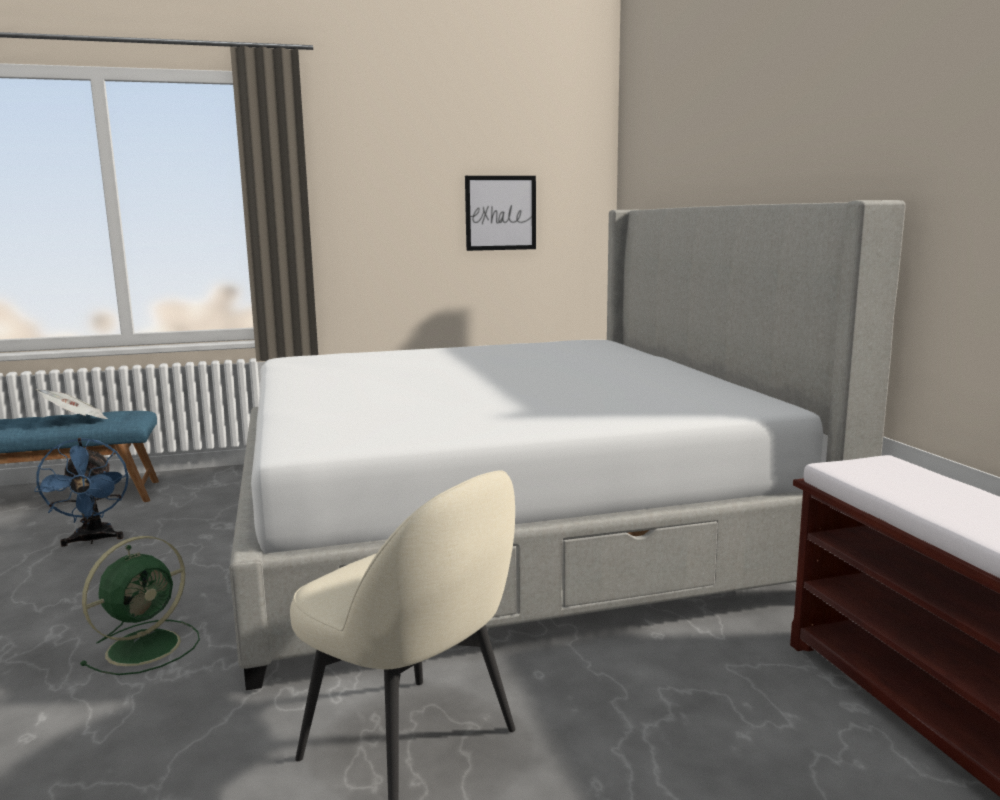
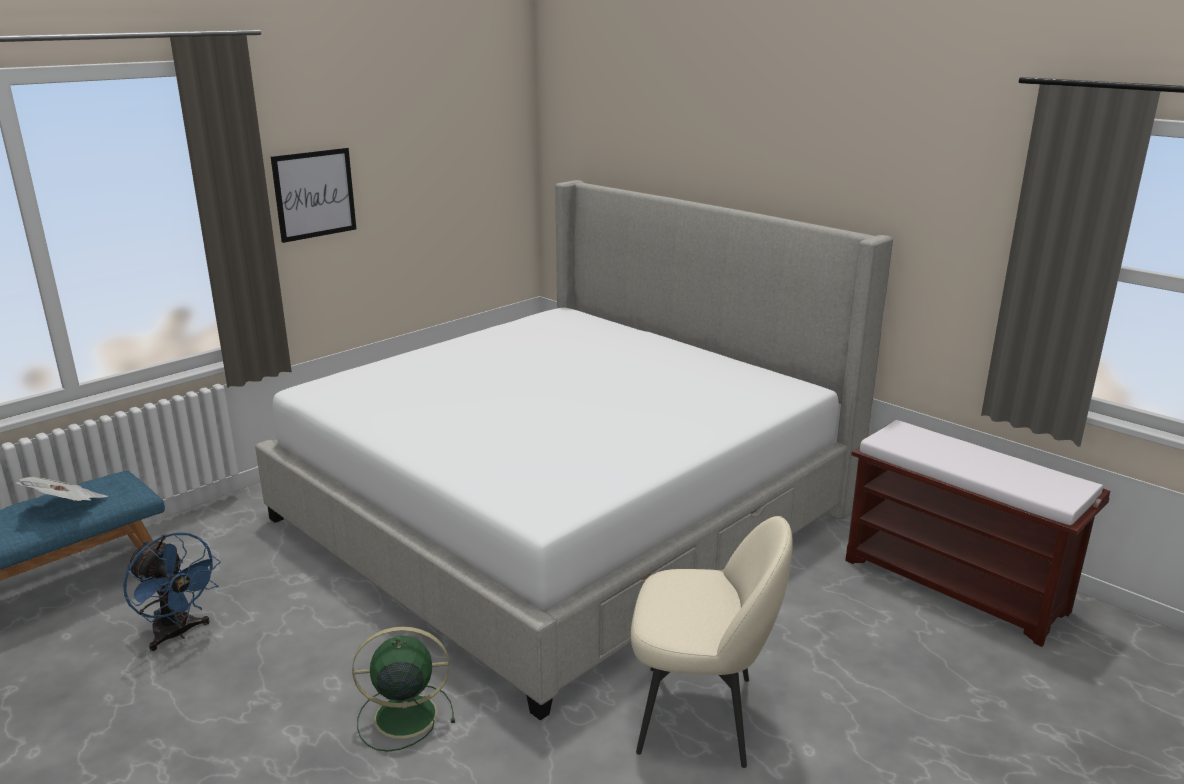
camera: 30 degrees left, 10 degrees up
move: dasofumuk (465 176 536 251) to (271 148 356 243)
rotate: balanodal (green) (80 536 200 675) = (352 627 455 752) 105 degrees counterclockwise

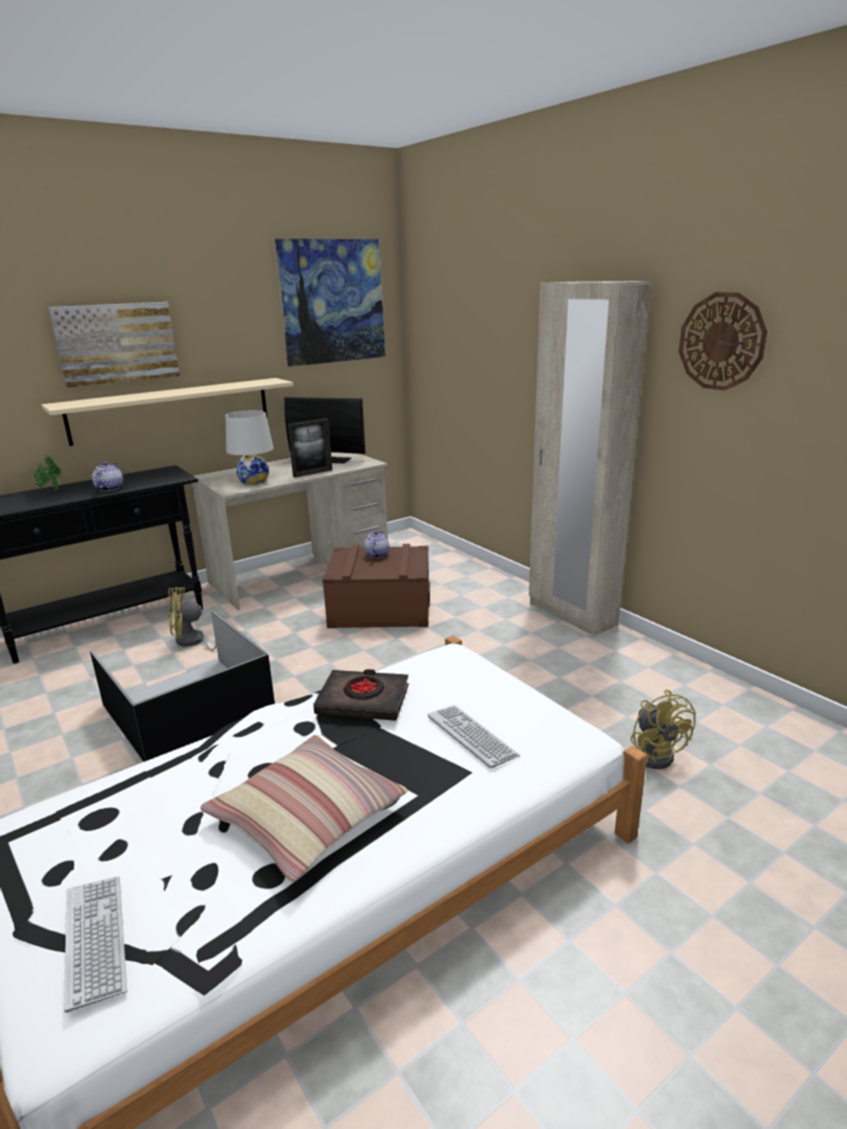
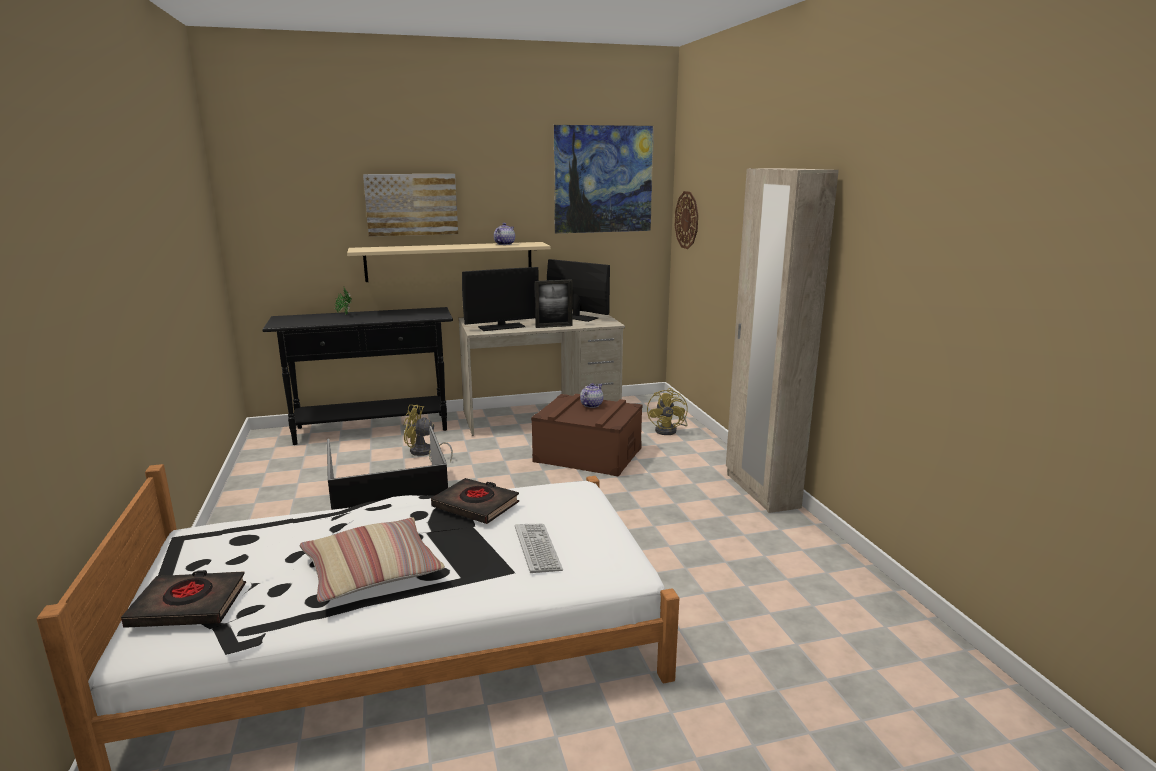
camera: 20 degrees right, 5 degrees down
move: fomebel (92 462 123 491) to (494 223 515 245); balanodal (yellow) (630 690 696 769) to (647 388 688 435); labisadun (679 292 767 391) to (675 191 698 249)
replace: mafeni (64 877 127 1013) to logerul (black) (121 570 246 628); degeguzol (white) (225 410 274 485) to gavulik (462 267 539 331)

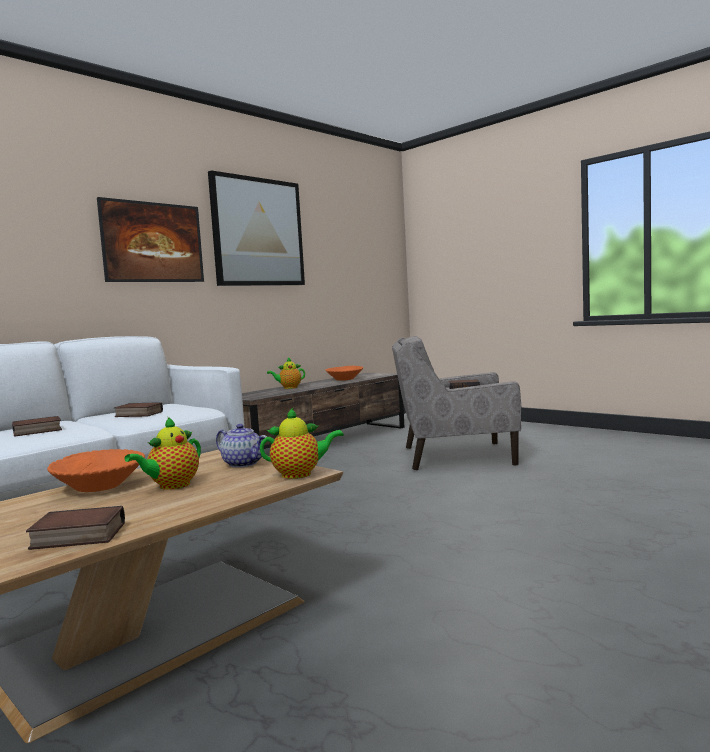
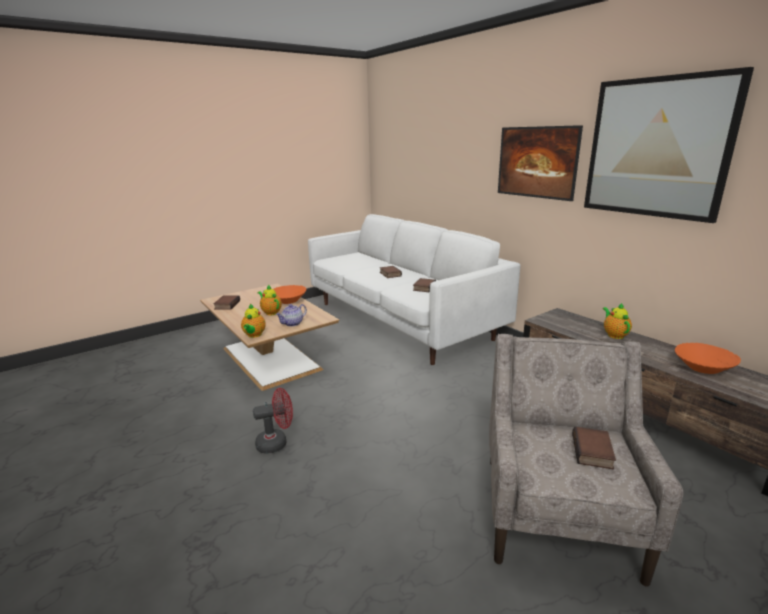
camera: 100 degrees right, 15 degrees up
insert: balanodal (red) (253 388 293 454)

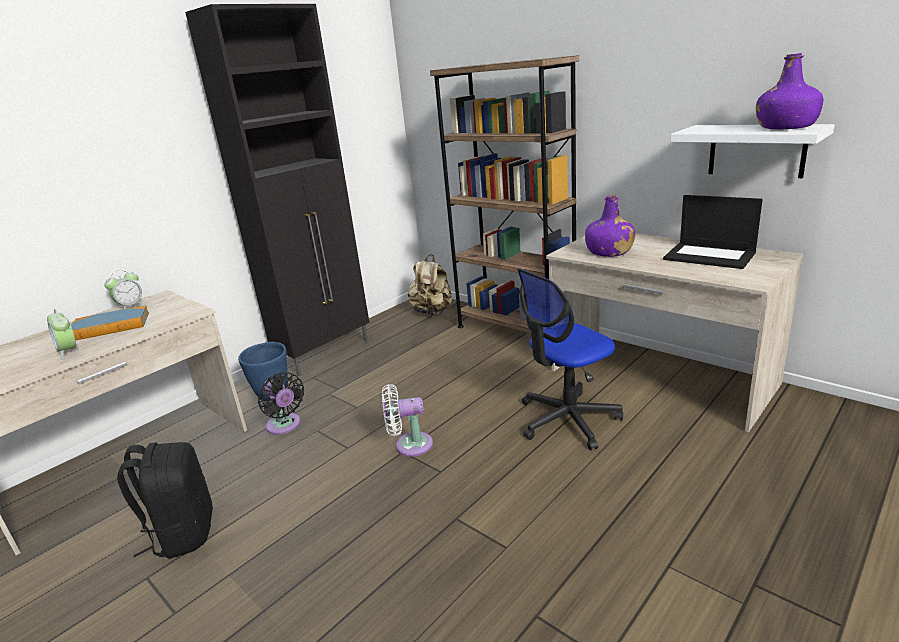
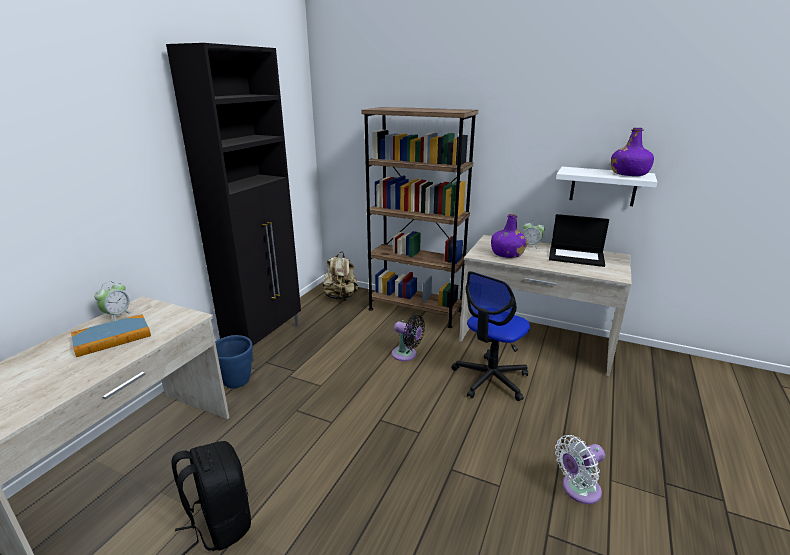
camera: 20 degrees left, 0 degrees up
move: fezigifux (47 309 76 359) to (523 220 545 249); balanodal (black) (258 372 304 435) to (392 315 425 361); balanodal (white) (382 384 433 457) to (555 435 605 504)

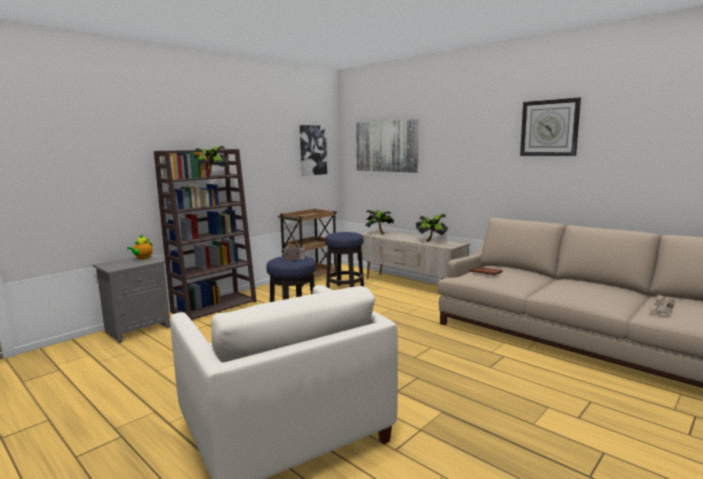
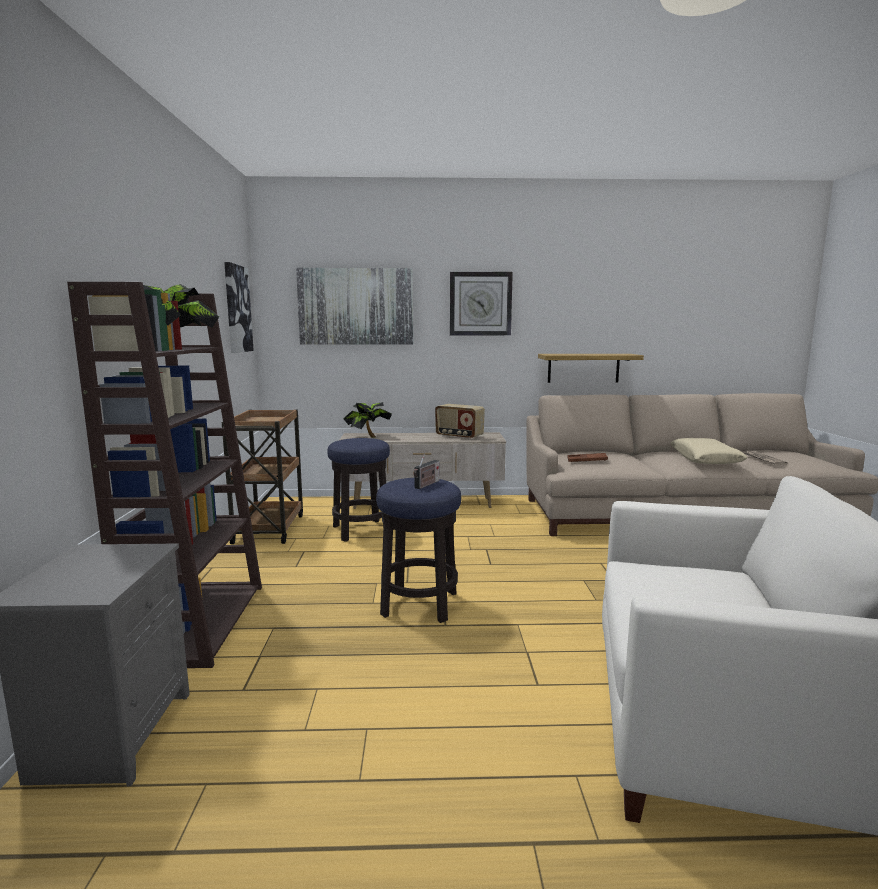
camera: 45 degrees left, 0 degrees up
delete: fomebel (127 234 153 260)
insert: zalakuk (538 354 644 383); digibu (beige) (670 438 748 464)
move: labisadun (520 98 581 156) to (450 272 513 336)
replace: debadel (416 213 448 242) to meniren (435 404 485 440)

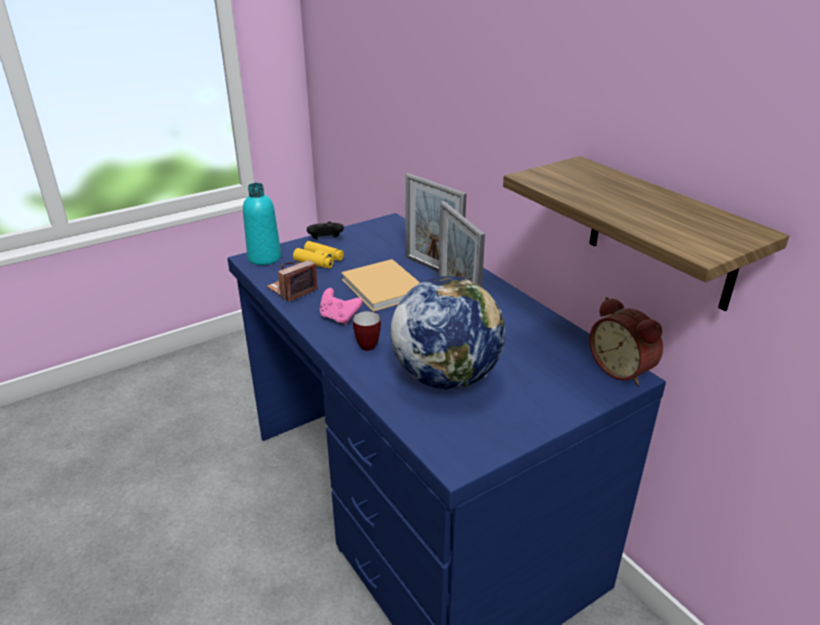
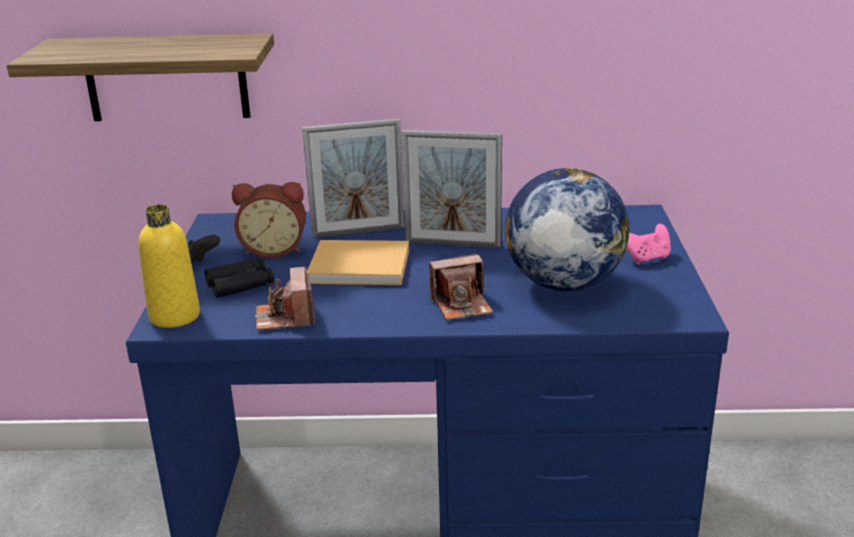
camera: 55 degrees left, 5 degrees down
move: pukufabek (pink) (320 288 362 325) to (626 224 671 265); zalakuk (503 156 789 311) to (7 33 274 121); fezigifux (589 297 663 386) to (232 182 306 258)
replace: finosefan (353 311 381 351) to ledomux (429 253 493 320)
recolor: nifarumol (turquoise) (243 183 281 265) to nifarumol (yellow) (138 204 200 328); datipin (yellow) (293 241 344 268) to datipin (black) (204 258 274 298)

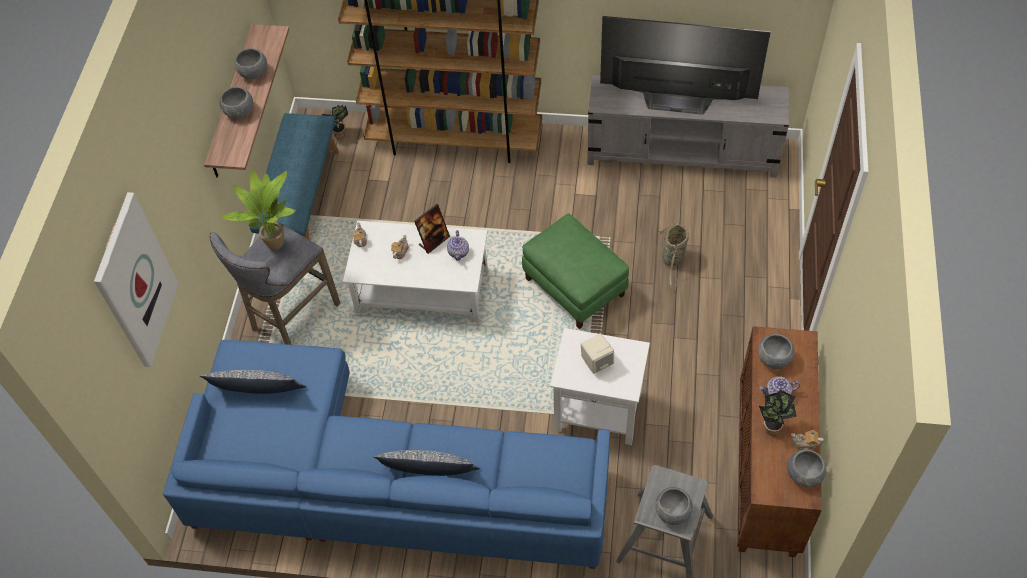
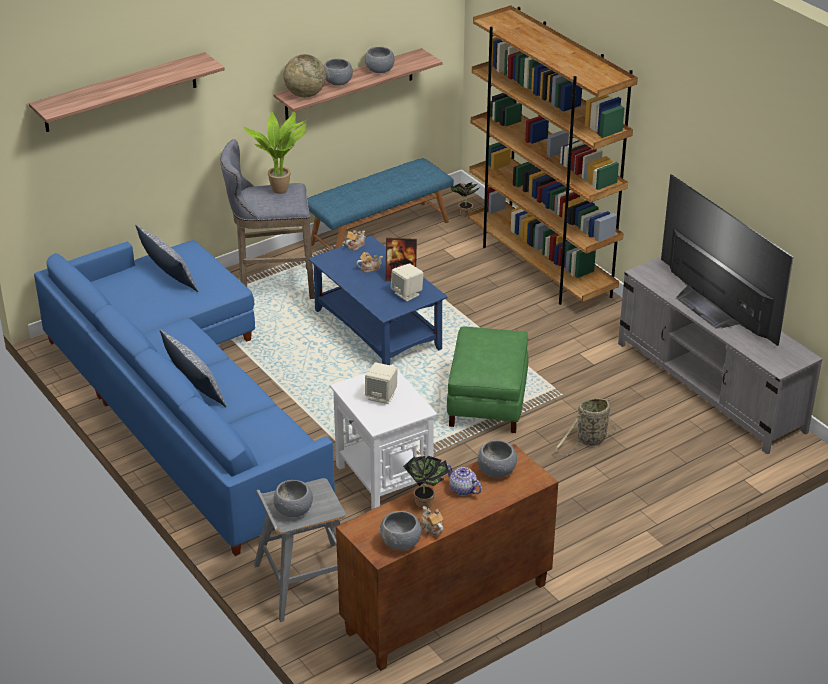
camera: 45 degrees right, 20 degrees down
insert: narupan (284 54 326 97)
replace: dasofumuk (94 192 179 367) to zalakuk (28 52 225 132); fomebel (447 230 469 261) to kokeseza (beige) (391 263 424 301)
recolor: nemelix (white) (343 221 488 323) to nemelix (blue) (308 236 448 365)

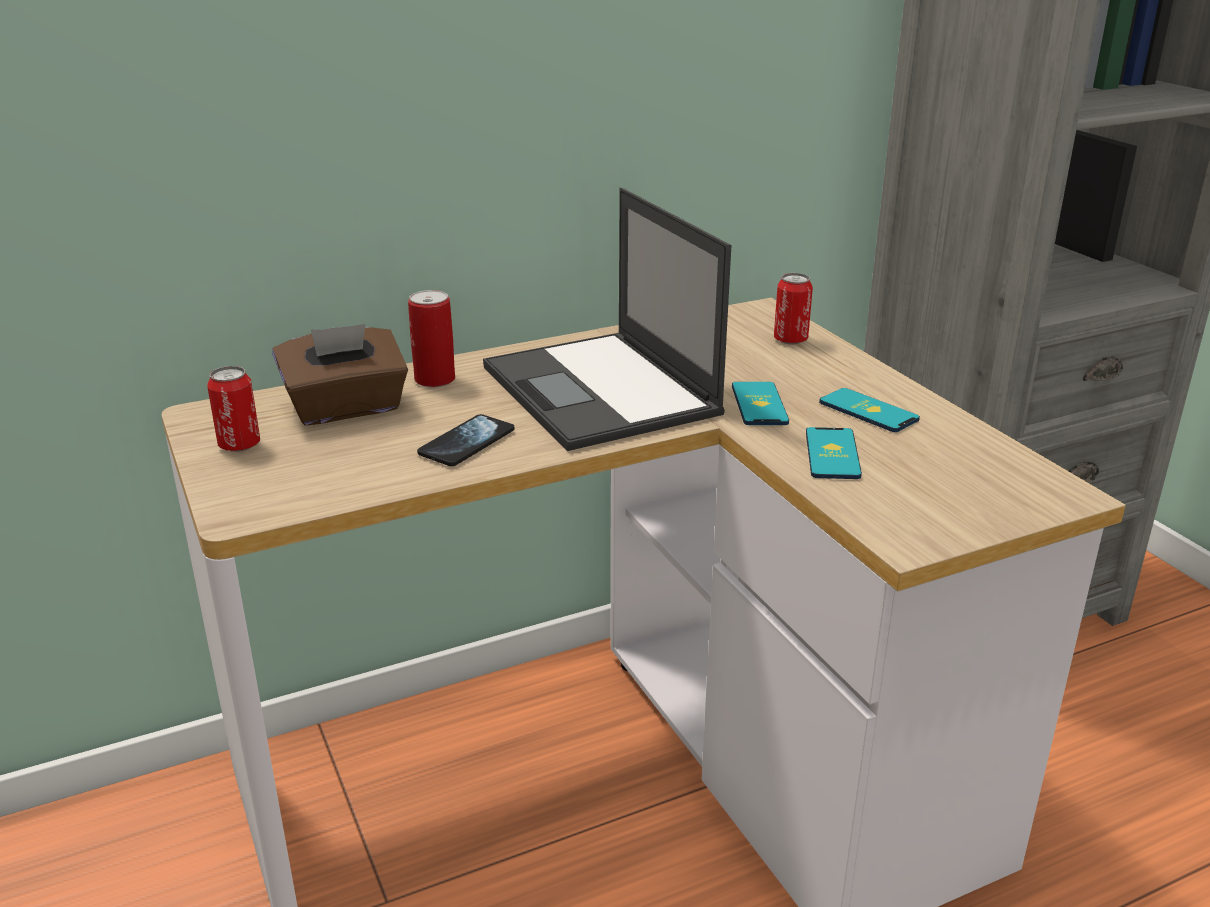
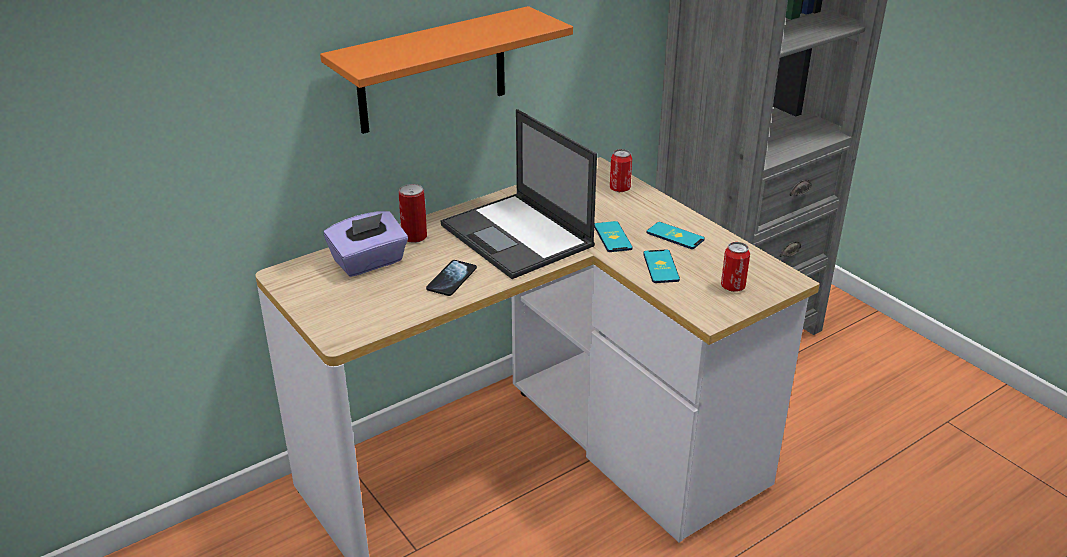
camera: 10 degrees left, 5 degrees up
insert: zalakuk (orange) (320 6 573 134)
move: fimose (207 366 260 452) to (721 242 750 292)
recolor: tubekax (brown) (272 324 408 426) to tubekax (purple) (324 211 408 277)

